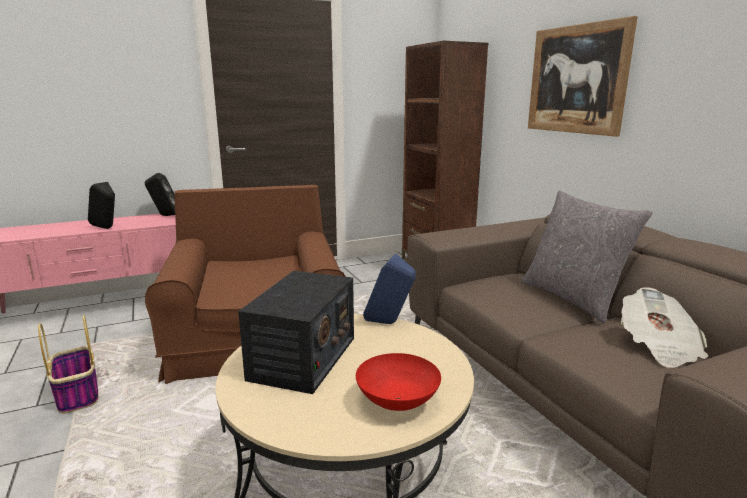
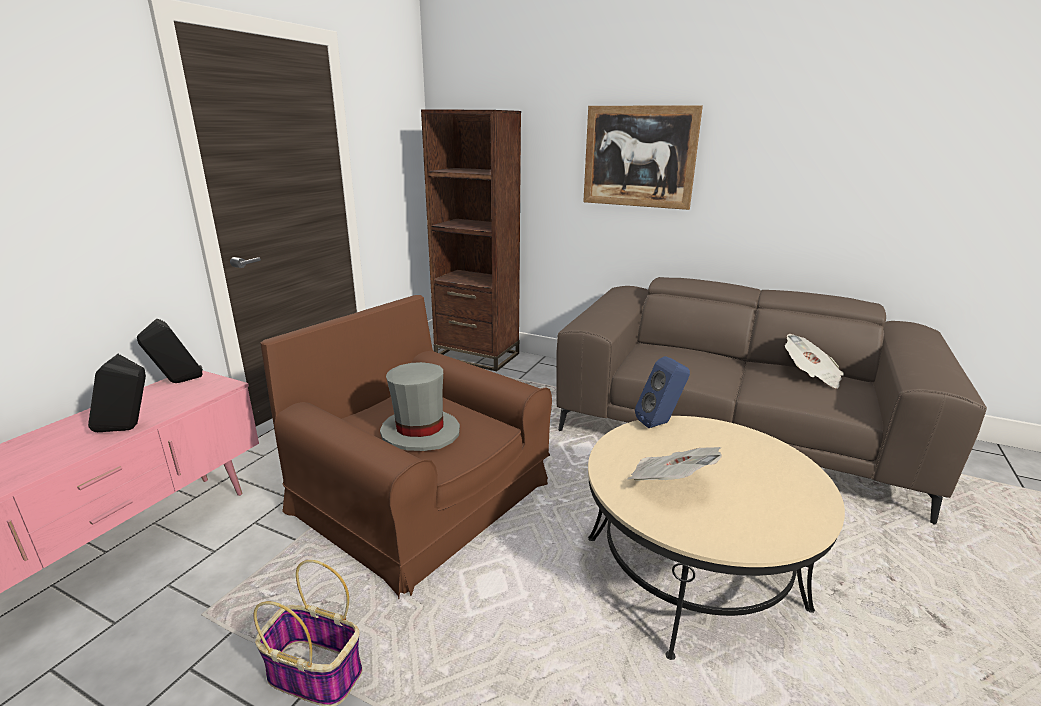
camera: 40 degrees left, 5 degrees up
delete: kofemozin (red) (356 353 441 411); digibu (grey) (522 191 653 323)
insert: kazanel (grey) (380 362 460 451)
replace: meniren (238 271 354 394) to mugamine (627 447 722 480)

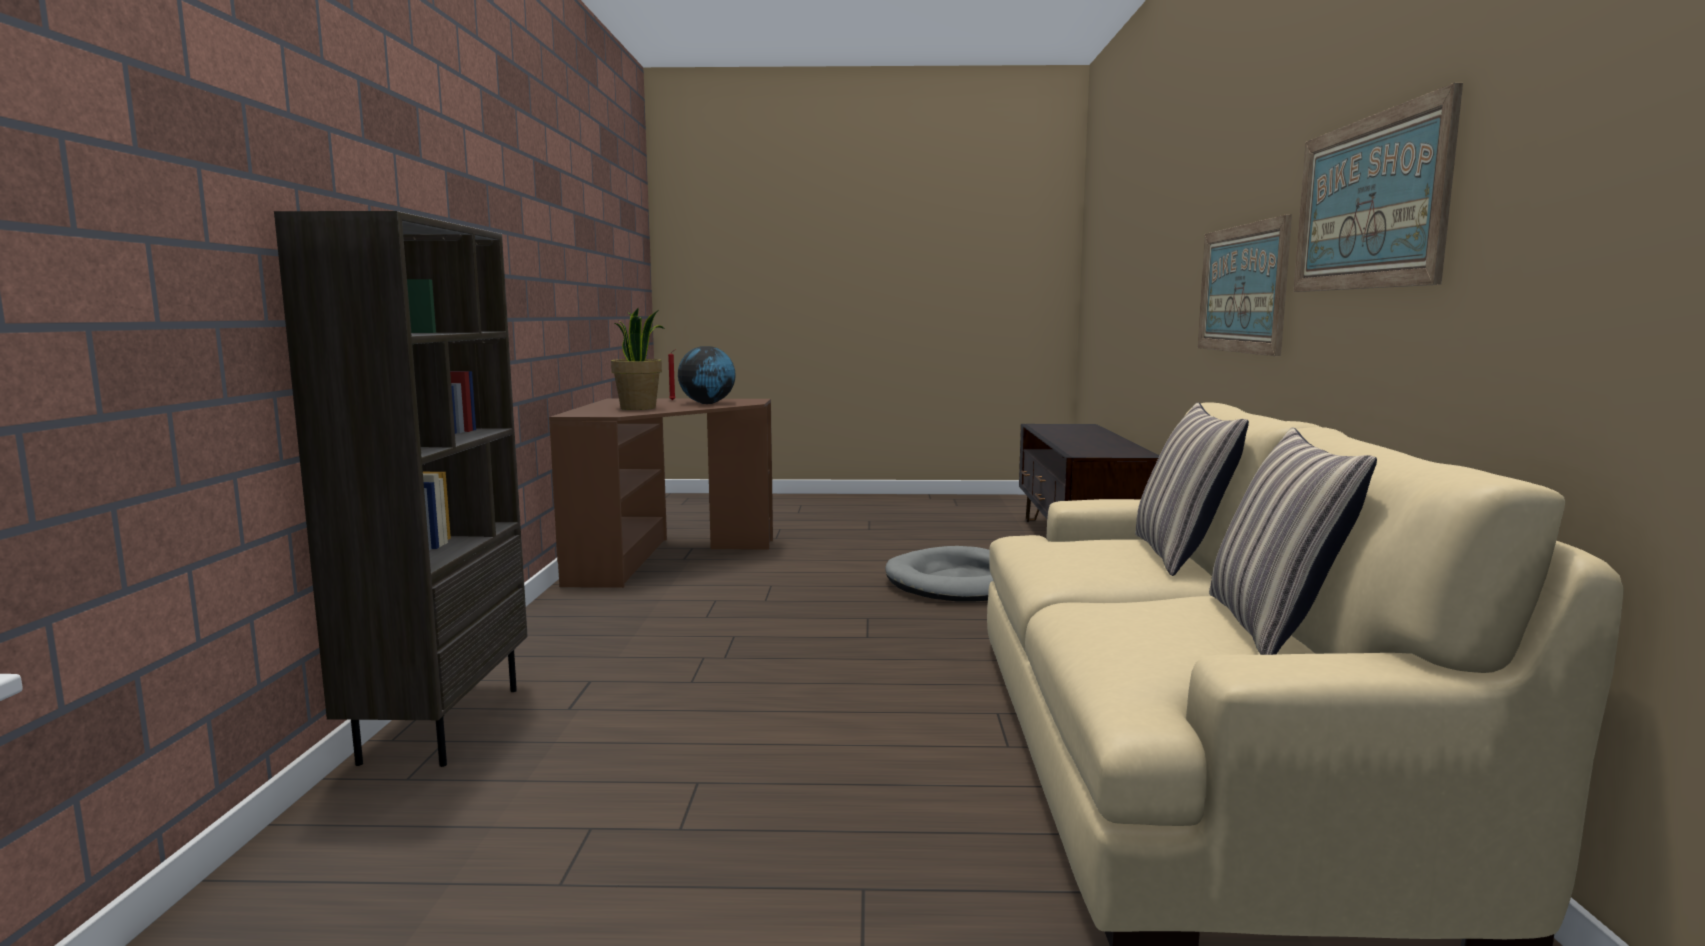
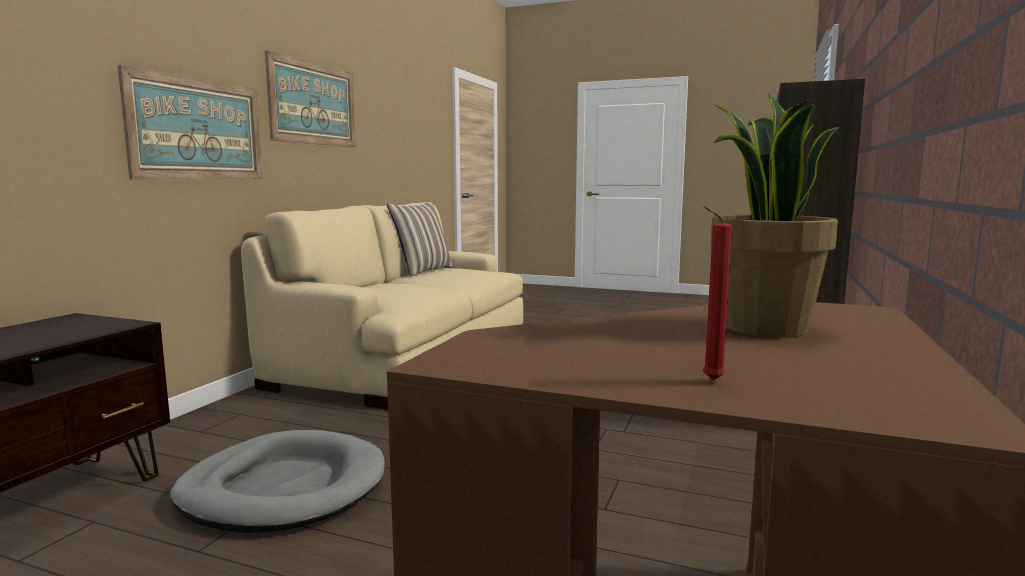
camera: 160 degrees left, 0 degrees up
delete: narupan (678 346 736 404); digibu (1135 403 1249 576)

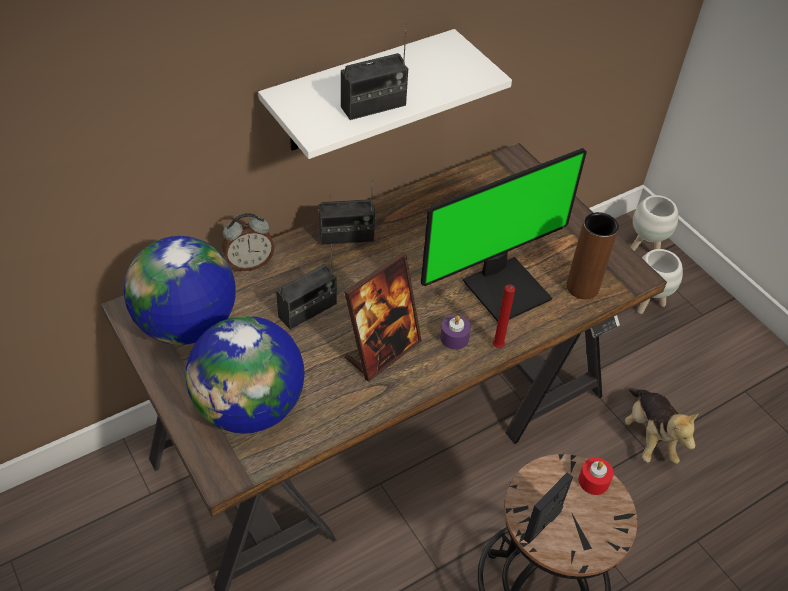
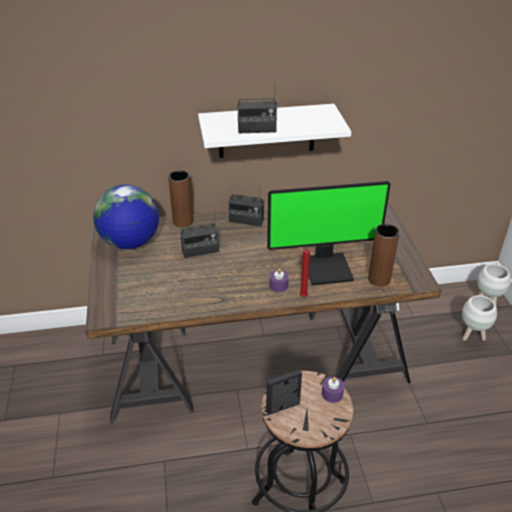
camera: 25 degrees right, 10 degrees down
delete: narupan (186 316 305 434); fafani (344 252 422 382); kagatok (625 388 699 464)
replace: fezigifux (222 213 274 271) to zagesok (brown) (168 170 193 227)
recolor: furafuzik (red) (579 457 614 495) to furafuzik (purple) (322 376 344 403)

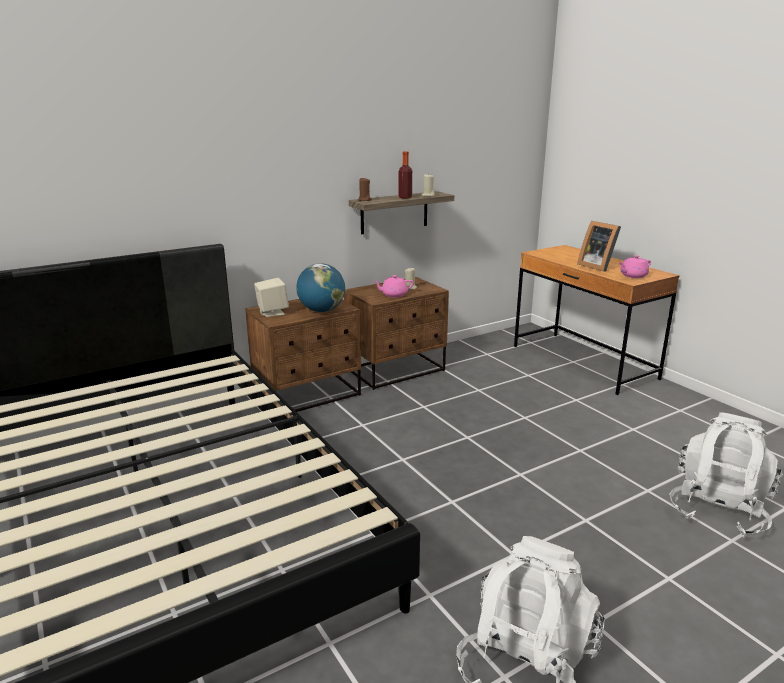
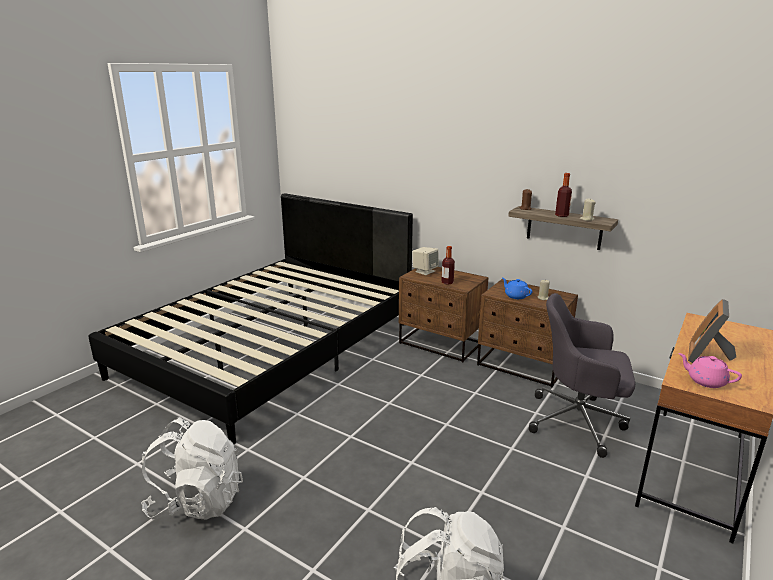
camera: 65 degrees right, 0 degrees up
insert: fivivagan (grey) (529 293 635 458)
replace: narupan (296 263 345 312) to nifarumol (441 246 455 285)
recolor: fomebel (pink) (373 275 414 297) to fomebel (blue) (502 278 533 299)

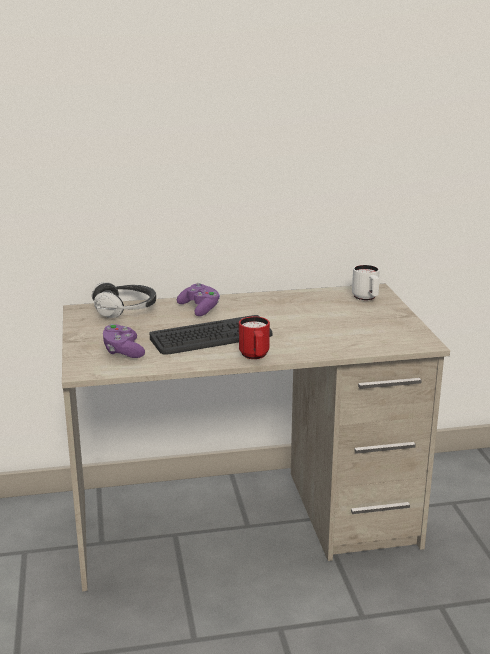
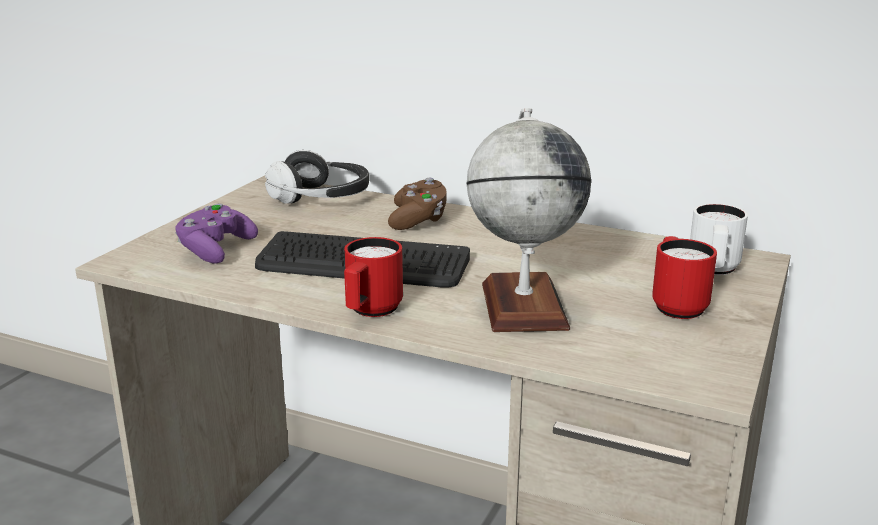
camera: 35 degrees right, 0 degrees up
insert: narupan (467 108 591 332); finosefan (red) (652 236 717 319)
recolor: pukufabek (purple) (177 283 220 316) to pukufabek (brown) (388 178 447 230)

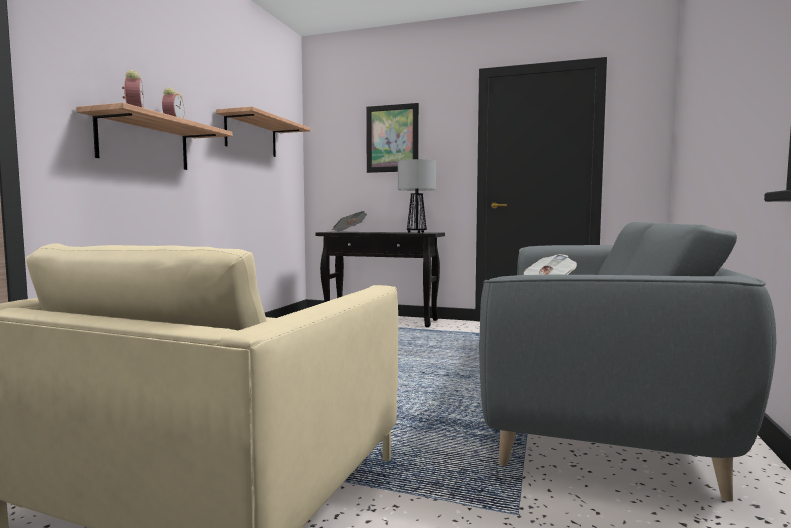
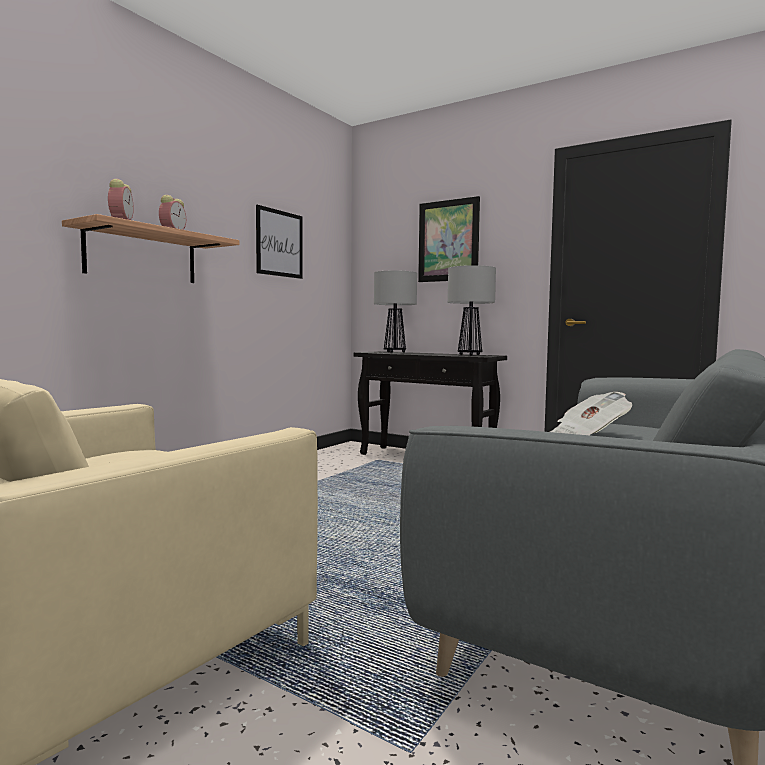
camera: 15 degrees right, 0 degrees up
replace: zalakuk (216 106 311 157) to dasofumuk (256 205 303 279); mugamine (331 211 367 232) to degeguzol (374 271 417 353)

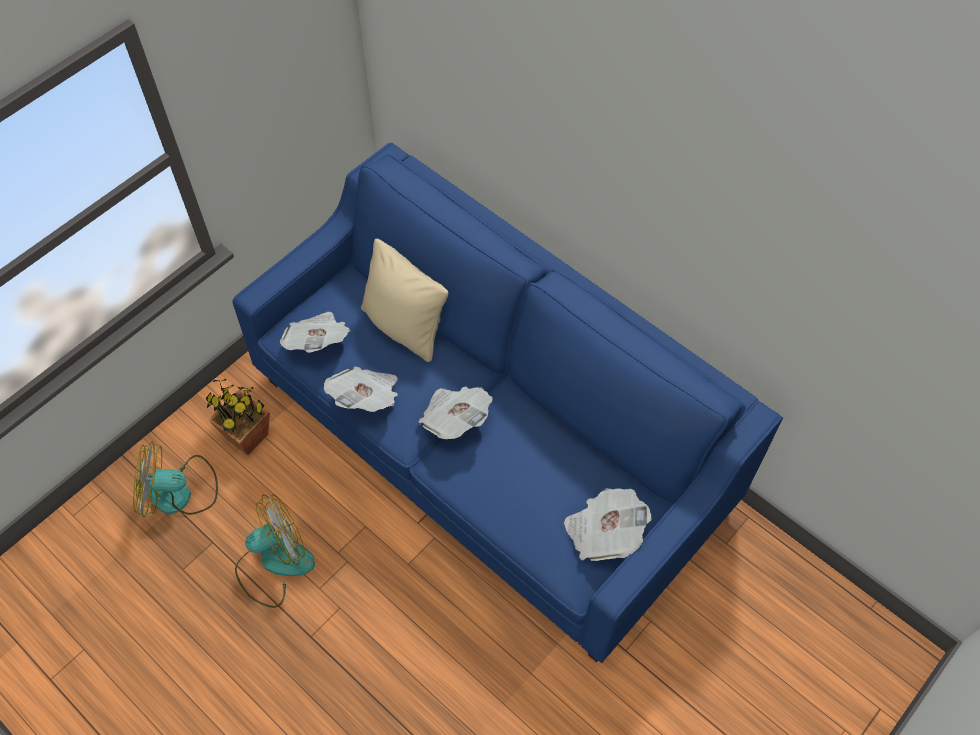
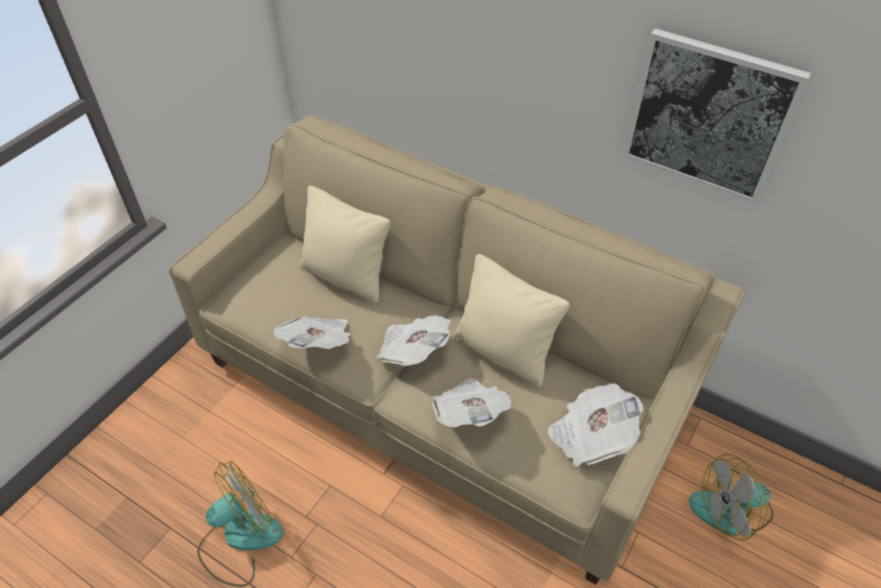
camera: 10 degrees left, 10 degrees down
delete: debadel (206 379 270 455)
insert: digibu (beige) (454 254 570 387); dasofumuk (623 28 811 204)
move: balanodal (133 441 218 517) to (689 454 773 540); mugamine (280 312 351 353) to (433 378 512 427)
recolor: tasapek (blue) (232 143 783 663) to tasapek (beige) (169 115 746 585)

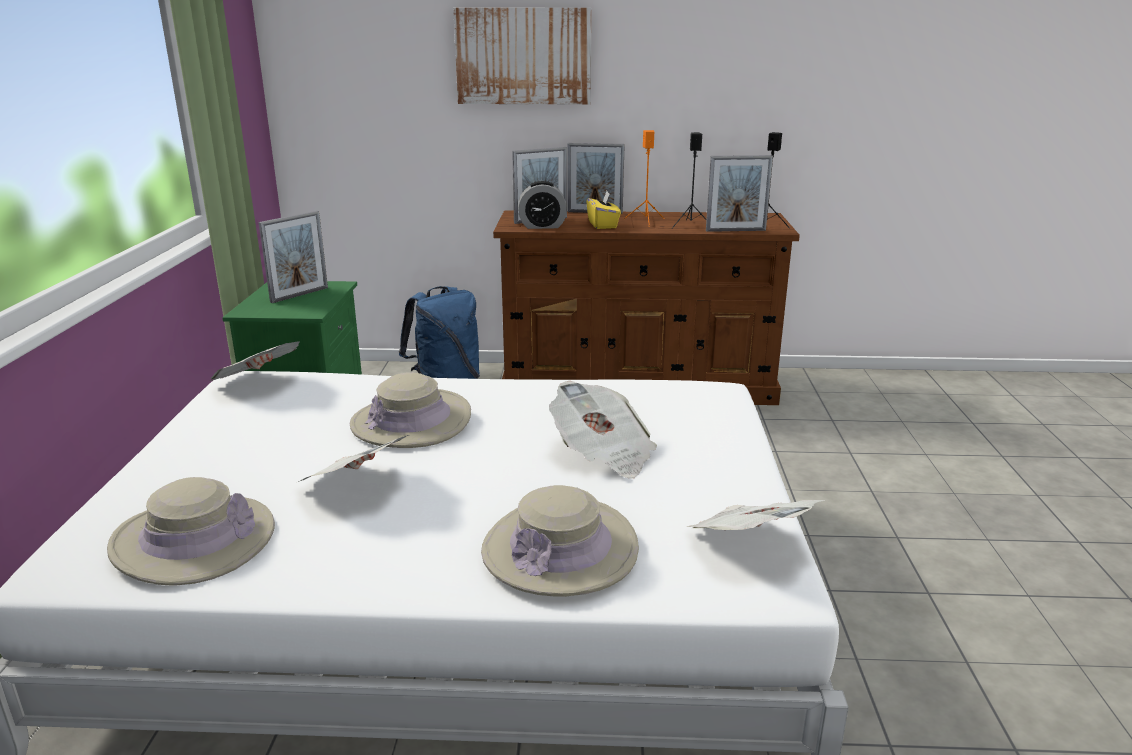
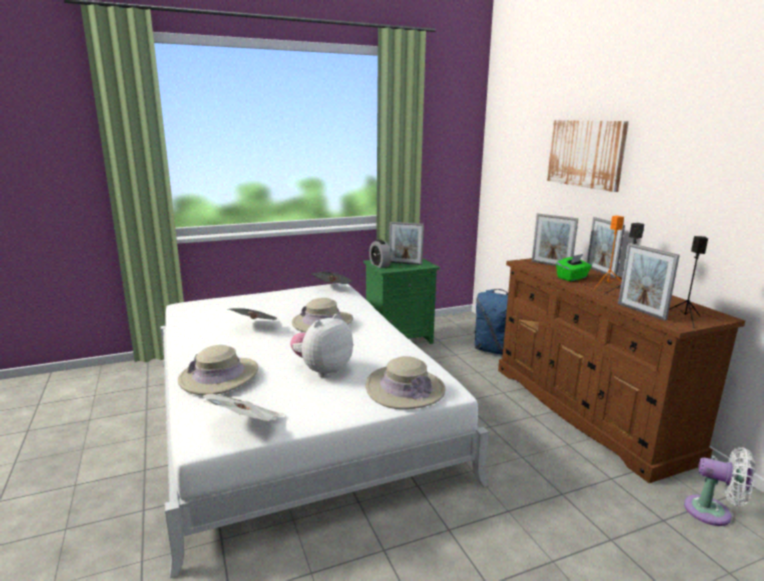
camera: 65 degrees right, 5 degrees down
insert: balanodal (white) (684 447 755 526)
move: kazanel (beige) (107 477 275 586) to (366 356 445 409); fezigifux (518 181 567 229) to (369 240 391 268)
replace: mugamine (549 381 657 478) to kagatok (290 314 353 377)
recolor: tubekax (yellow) (586 191 621 229) to tubekax (green) (556 254 592 281)

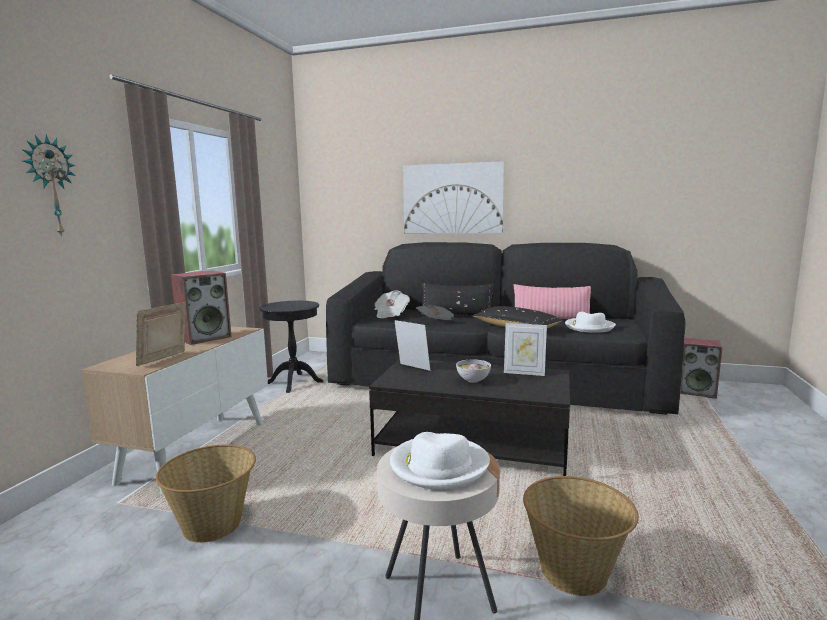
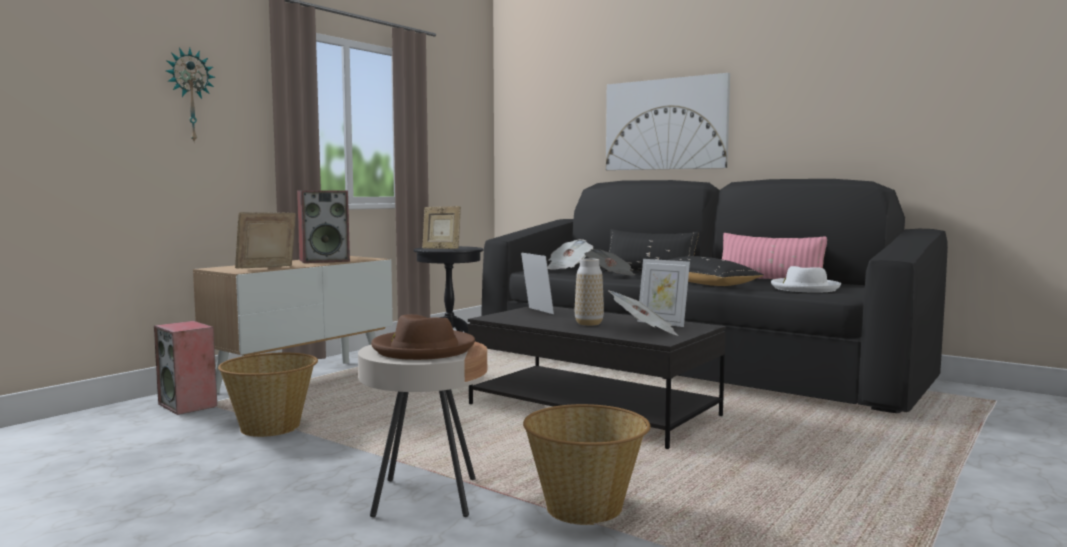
camera: 20 degrees right, 5 degrees down
insert: fafani (422 206 461 249); mugamine (608 290 678 336)
move: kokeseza (680 338 722 399) to (154 321 217 415)
replace: kofemozin (456 359 491 383) to zagesok (575 258 604 326)
recolor: kazanel (white) (390 432 490 490) to kazanel (brown) (371 314 475 360)

